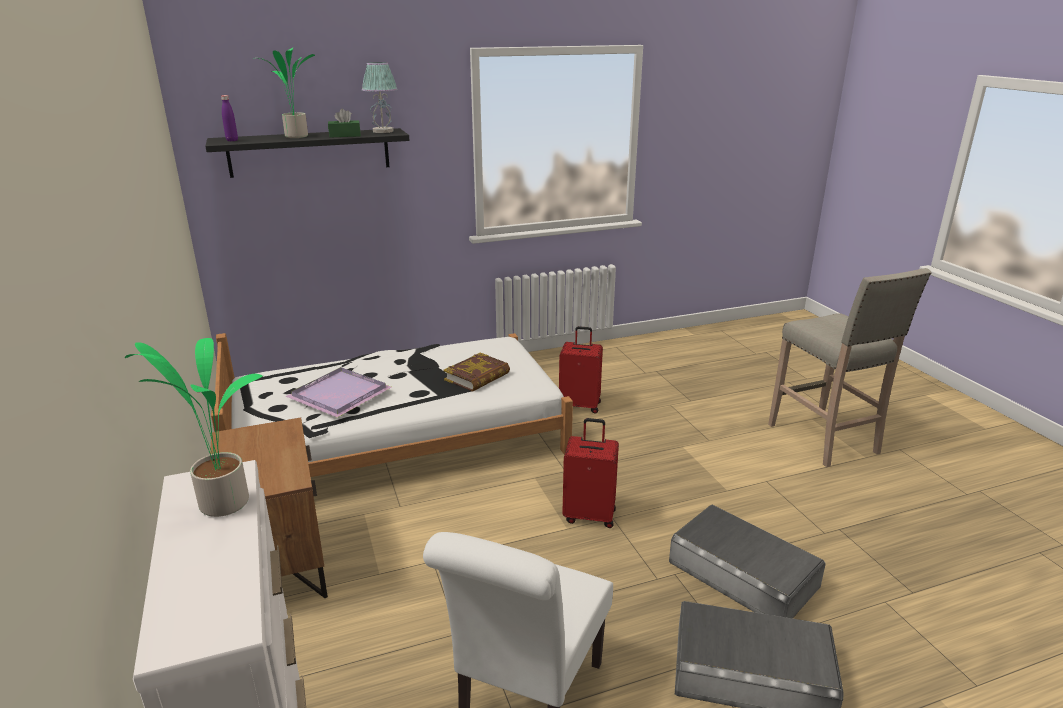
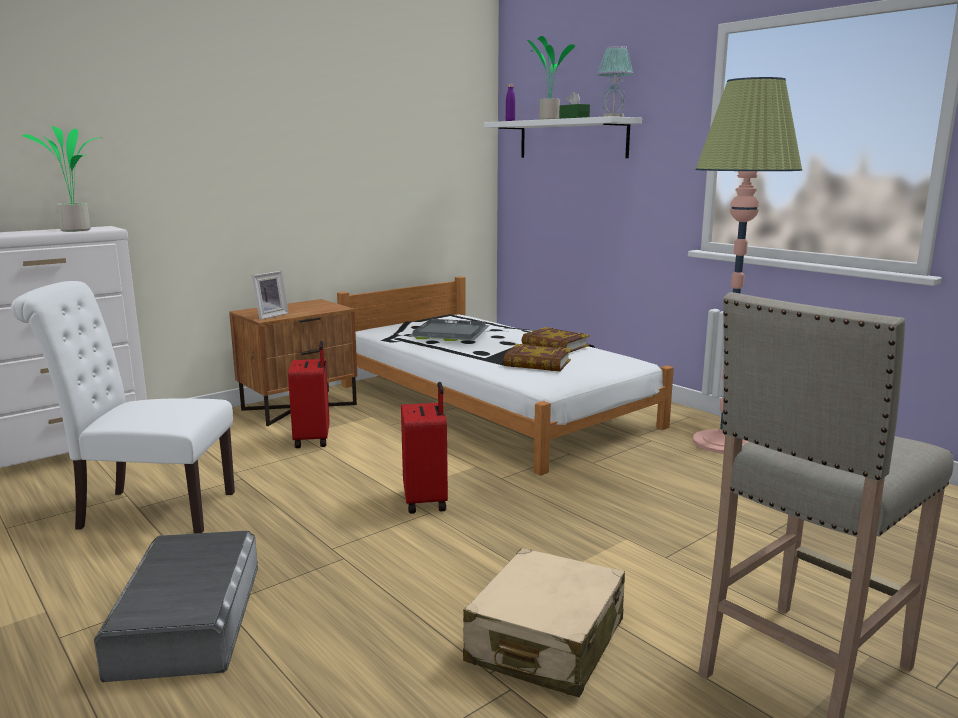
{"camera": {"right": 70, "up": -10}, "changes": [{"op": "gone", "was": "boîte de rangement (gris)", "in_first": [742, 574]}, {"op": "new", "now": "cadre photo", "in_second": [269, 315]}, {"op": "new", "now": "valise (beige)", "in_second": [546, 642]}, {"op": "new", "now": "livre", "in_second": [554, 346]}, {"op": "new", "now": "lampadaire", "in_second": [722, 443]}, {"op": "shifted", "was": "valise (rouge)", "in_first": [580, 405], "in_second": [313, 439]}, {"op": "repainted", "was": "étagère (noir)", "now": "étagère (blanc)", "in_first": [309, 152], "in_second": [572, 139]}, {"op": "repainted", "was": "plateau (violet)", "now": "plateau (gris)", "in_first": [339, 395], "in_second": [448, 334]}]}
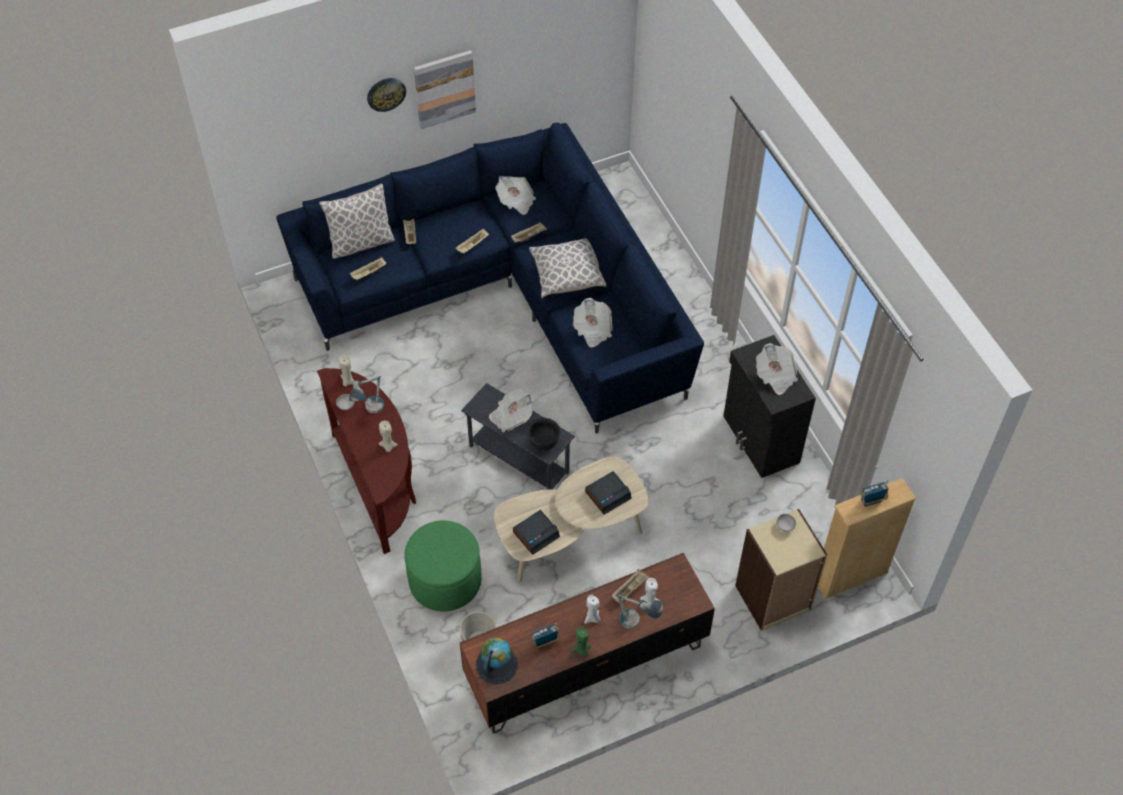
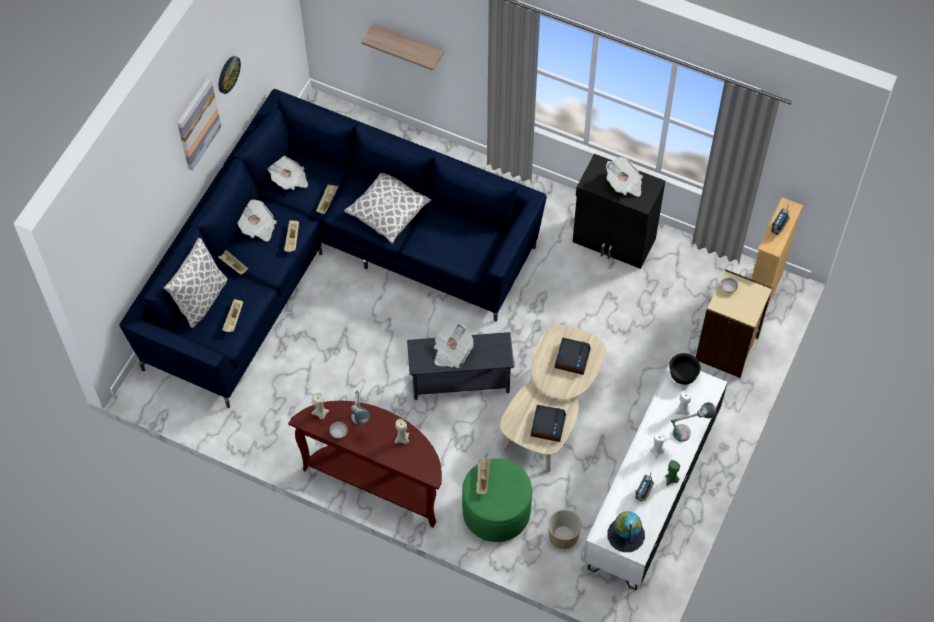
{"camera": {"right": -40, "up": 5}, "changes": [{"op": "new", "now": "étagère", "in_second": [408, 45]}, {"op": "shifted", "was": "horloge murale", "in_first": [386, 94], "in_second": [228, 74]}, {"op": "shifted", "was": "bol (noir)", "in_first": [543, 442], "in_second": [683, 376]}, {"op": "shifted", "was": "journal", "in_first": [592, 330], "in_second": [257, 227]}, {"op": "shifted", "was": "plateau (beige)", "in_first": [629, 589], "in_second": [482, 478]}, {"op": "repainted", "was": "meuble télé (marron)", "now": "meuble télé (blanc)", "in_first": [585, 665], "in_second": [650, 493]}]}
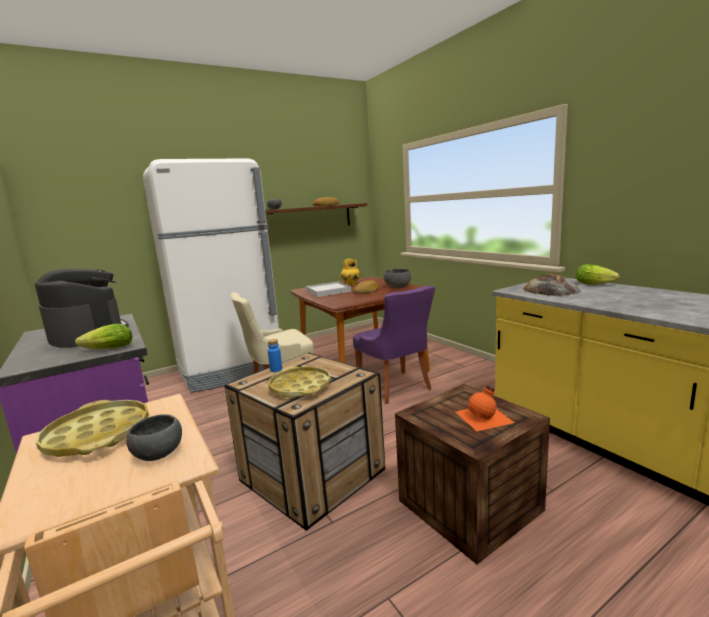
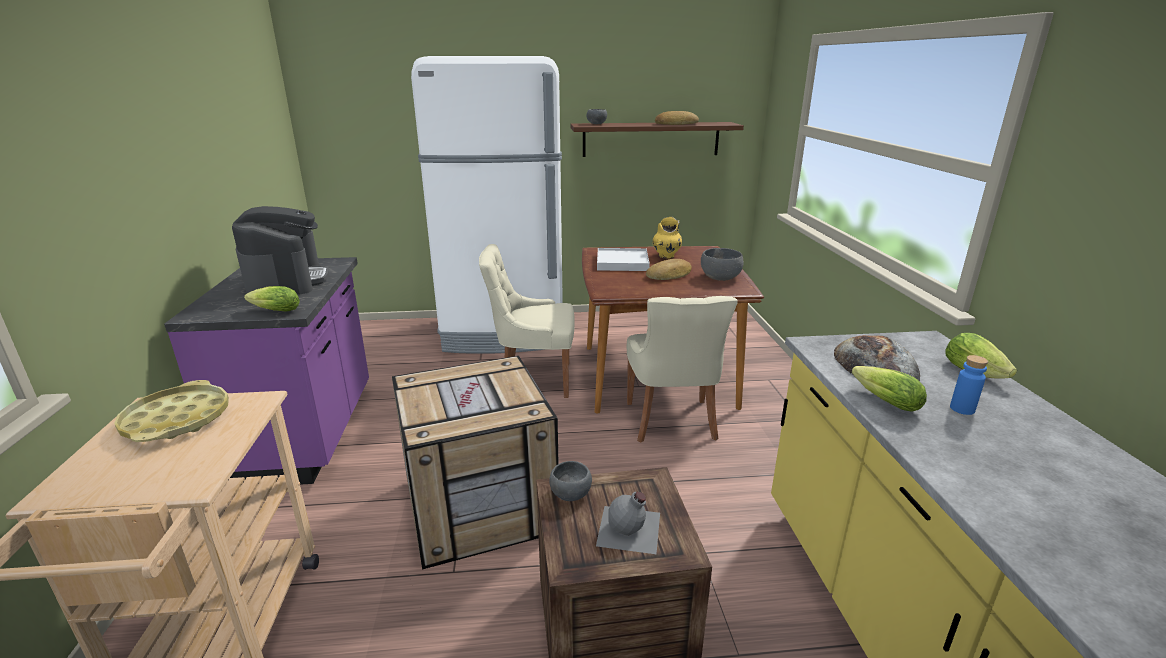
{"camera": {"right": 25, "up": 10}, "changes": [{"op": "gone", "was": "plateau (jaune)", "in_first": [300, 387]}, {"op": "new", "now": "laitue", "in_second": [882, 400]}, {"op": "shifted", "was": "bol (gris)", "in_first": [158, 453], "in_second": [570, 493]}, {"op": "shifted", "was": "bouteille (bleu)", "in_first": [276, 369], "in_second": [962, 409]}, {"op": "repainted", "was": "chaise (violet)", "now": "chaise (beige)", "in_first": [396, 388], "in_second": [672, 422]}, {"op": "repainted", "was": "bouteille (orange)", "now": "bouteille (gris)", "in_first": [484, 417], "in_second": [630, 529]}]}
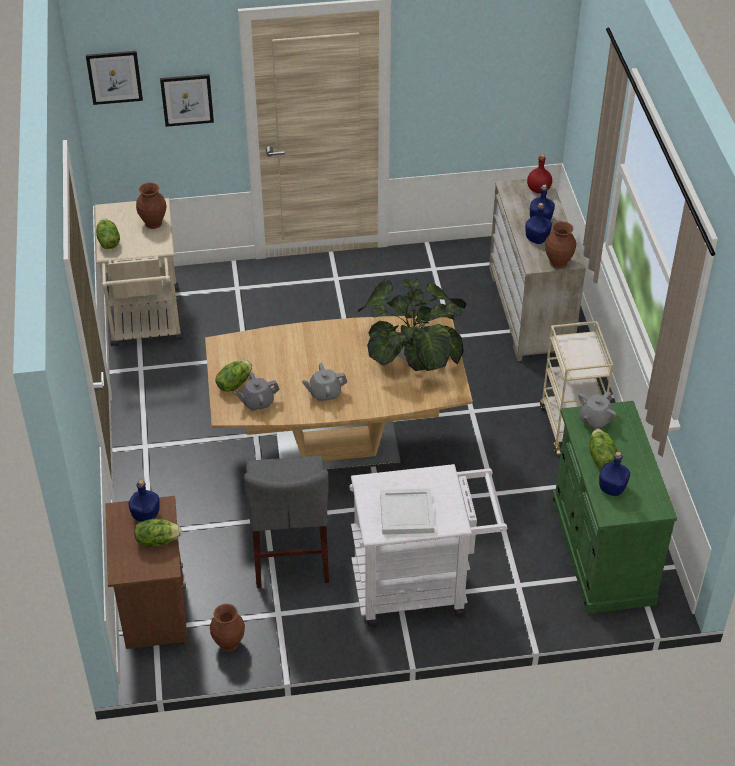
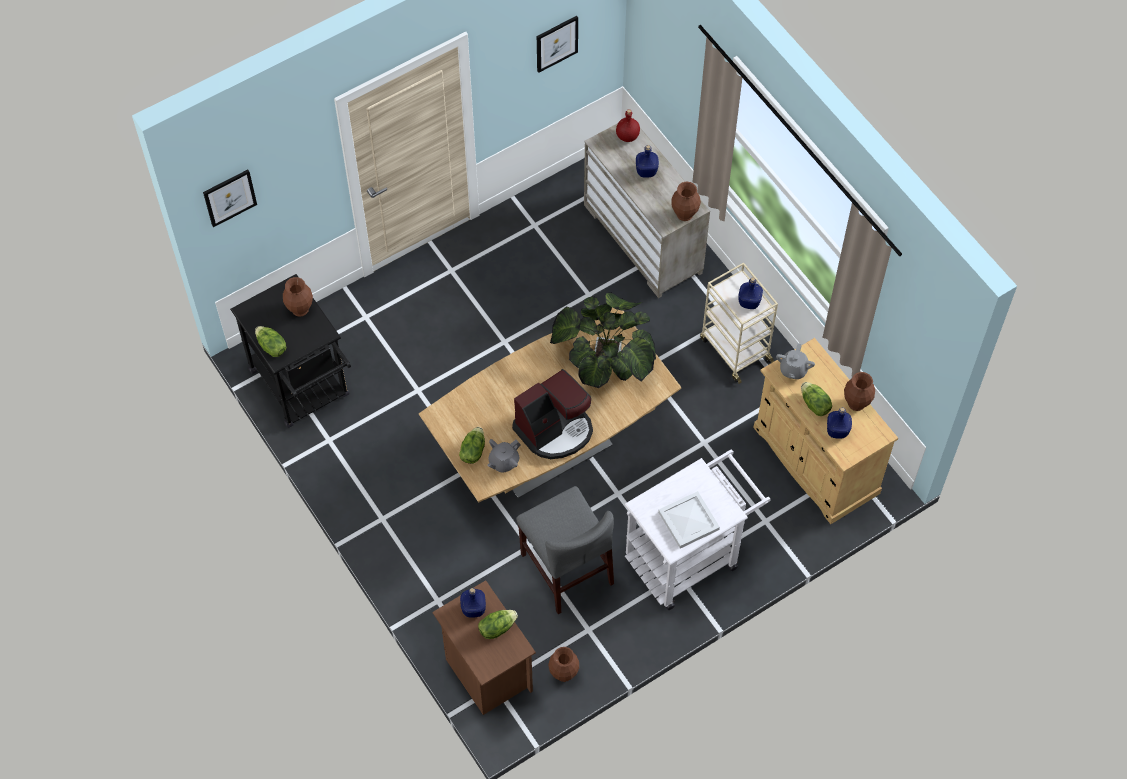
{"camera": {"right": -25, "up": 15}, "changes": [{"op": "new", "now": "vase (marron)", "in_second": [856, 403]}, {"op": "shifted", "was": "tableau", "in_first": [187, 99], "in_second": [556, 43]}, {"op": "shifted", "was": "bouteille (bleu)", "in_first": [537, 239], "in_second": [749, 302]}, {"op": "swapped", "was": "théière (gris)", "now": "machine à café", "in_first": [324, 393], "in_second": [555, 429]}, {"op": "repainted", "was": "chariot (beige)", "now": "chariot (noir)", "in_first": [146, 323], "in_second": [304, 389]}, {"op": "repainted", "was": "meuble de rangement (vert)", "now": "meuble de rangement (beige)", "in_first": [601, 550], "in_second": [815, 460]}]}
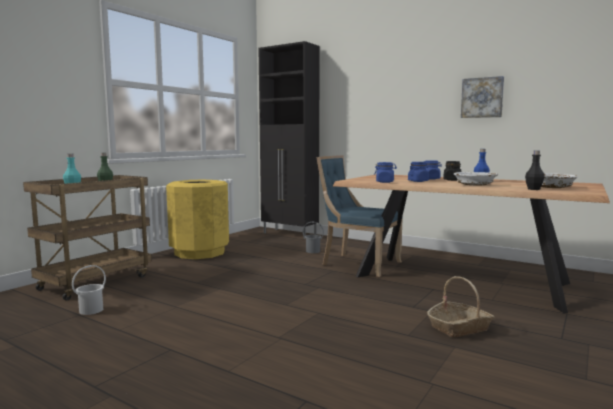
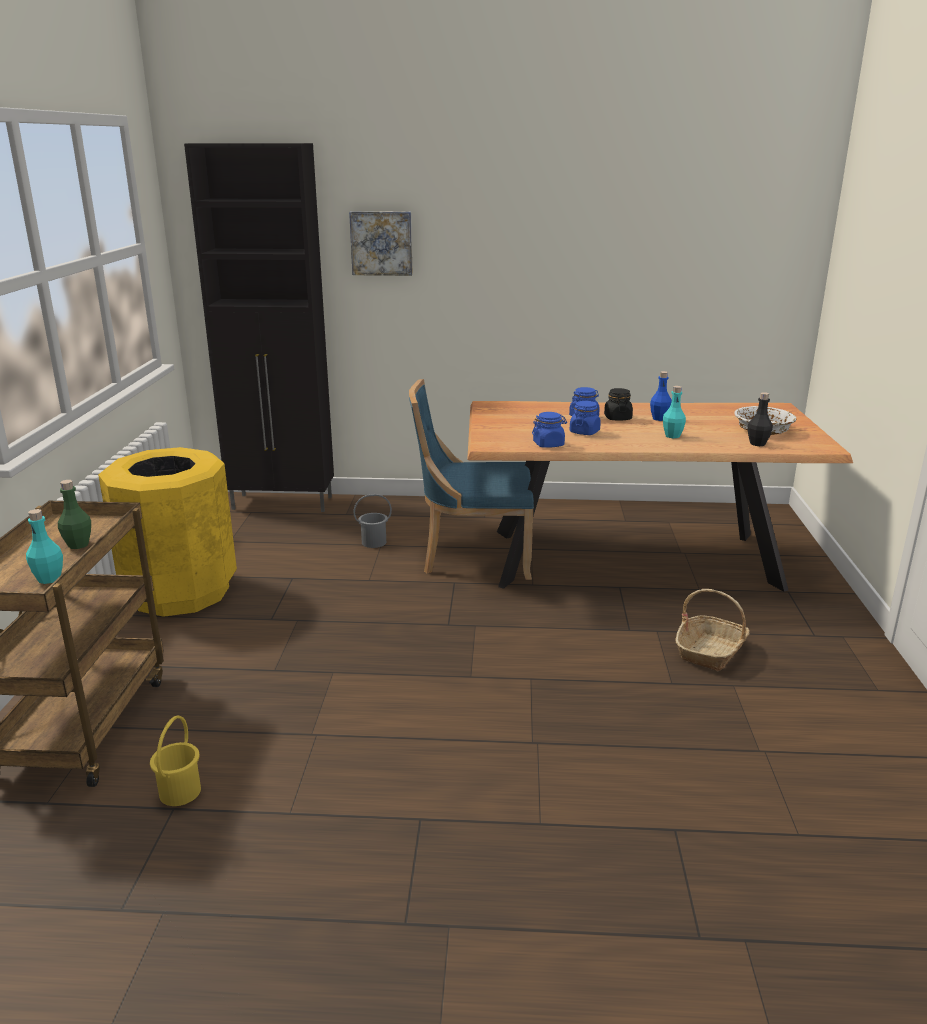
{"camera": {"right": -30, "up": 15}, "changes": [{"op": "shifted", "was": "tableau", "in_first": [482, 97], "in_second": [381, 243]}, {"op": "swapped", "was": "bol (blanc)", "now": "bouteille (turquoise)", "in_first": [474, 184], "in_second": [672, 436]}, {"op": "repainted", "was": "seau (blanc)", "now": "seau (jaune)", "in_first": [91, 310], "in_second": [179, 792]}]}
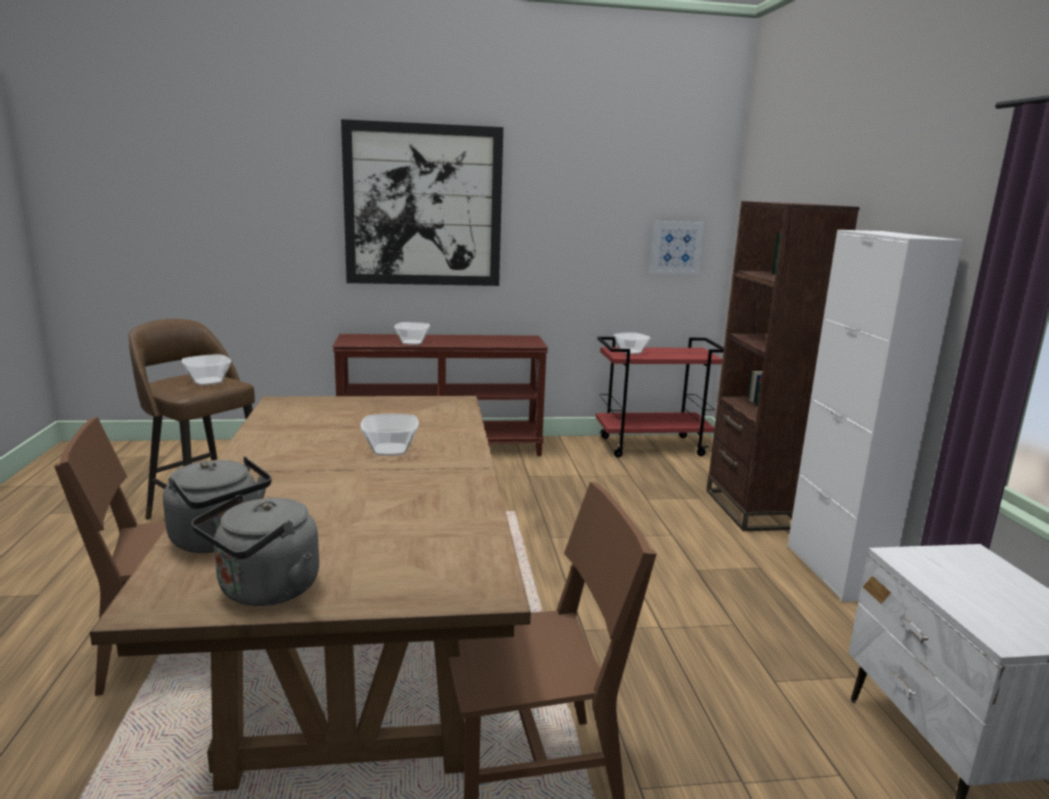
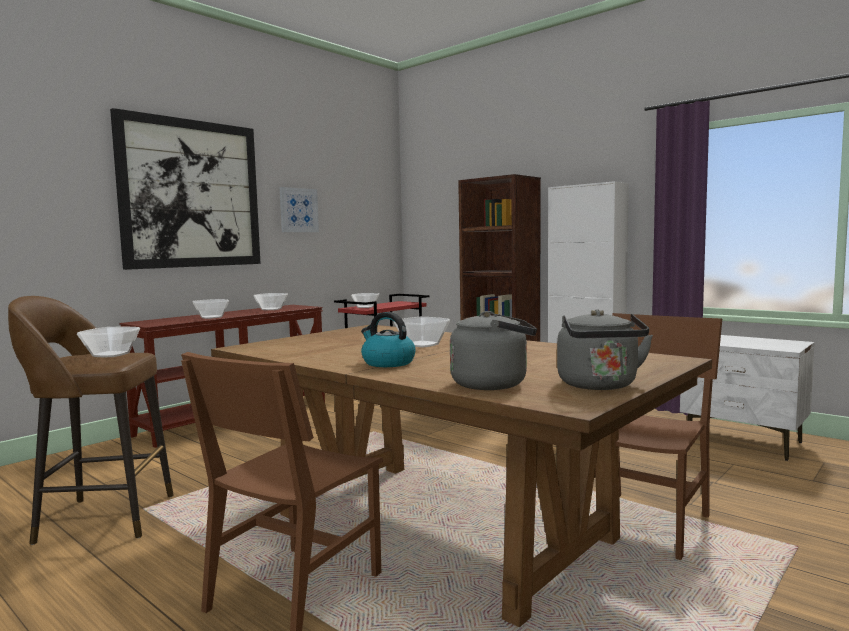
{"camera": {"right": -40, "up": -10}, "changes": [{"op": "new", "now": "bol", "in_second": [271, 309]}, {"op": "new", "now": "bouilloire", "in_second": [387, 363]}, {"op": "shifted", "was": "tableau", "in_first": [676, 247], "in_second": [298, 210]}]}
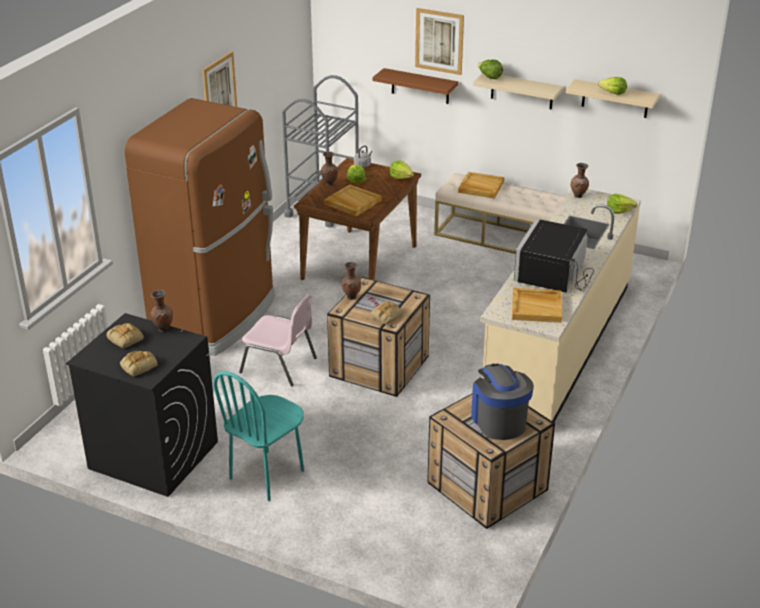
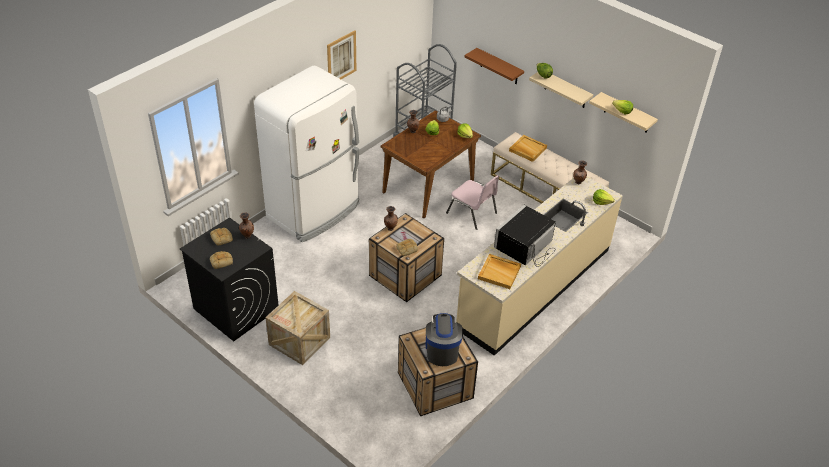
{"camera": {"right": 15, "up": 10}, "changes": [{"op": "gone", "was": "plateau (beige)", "in_first": [352, 202]}, {"op": "gone", "was": "tableau", "in_first": [439, 41]}, {"op": "shifted", "was": "chaise (rose)", "in_first": [279, 365], "in_second": [472, 213]}, {"op": "swapped", "was": "chaise (turquoise)", "now": "caisse", "in_first": [267, 475], "in_second": [299, 341]}, {"op": "repainted", "was": "réfrigérateur (marron)", "now": "réfrigérateur (blanc)", "in_first": [216, 317], "in_second": [314, 211]}]}
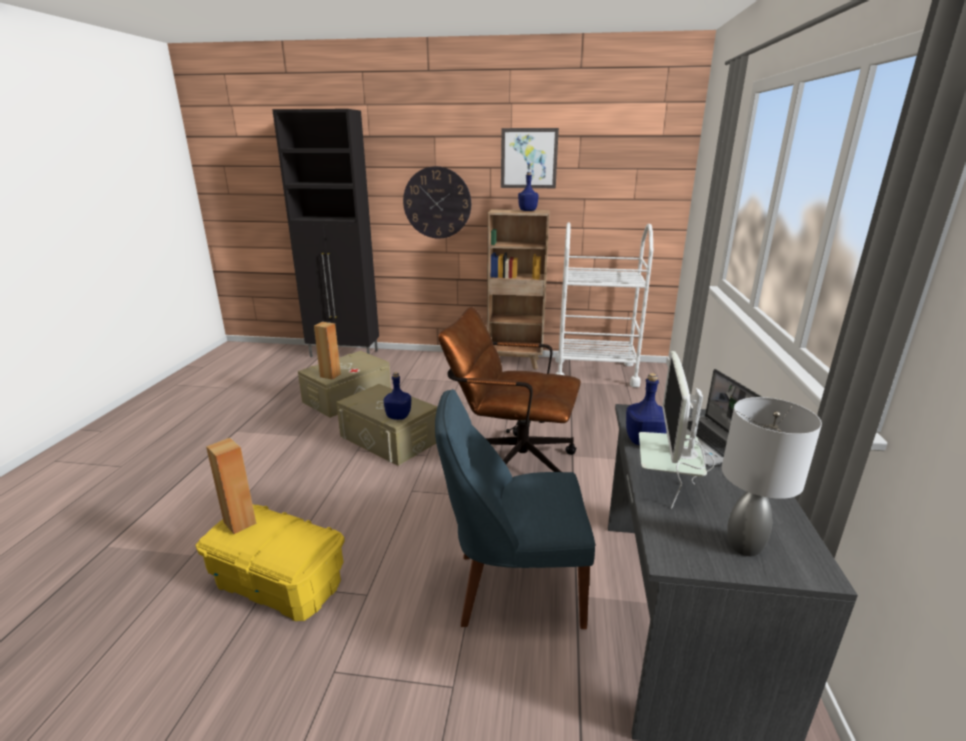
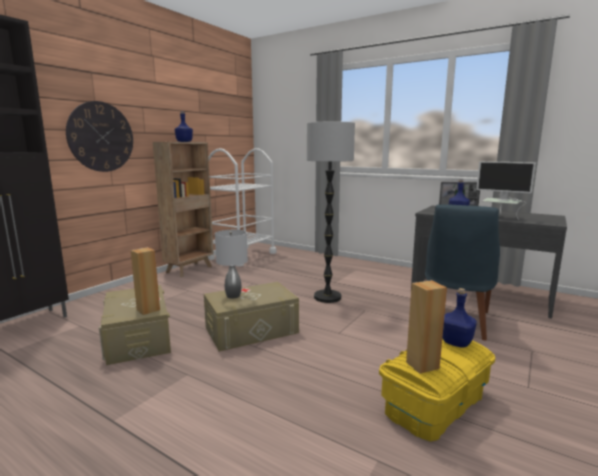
{"camera": {"right": -65, "up": -10}, "changes": [{"op": "gone", "was": "tableau", "in_first": [529, 158]}, {"op": "shifted", "was": "bouteille (bleu)", "in_first": [399, 416], "in_second": [456, 342]}, {"op": "shifted", "was": "lampe de table (gris)", "in_first": [745, 545], "in_second": [233, 295]}, {"op": "swapped", "was": "chaise de bureau (marron)", "now": "lampadaire", "in_first": [511, 461], "in_second": [327, 297]}]}
